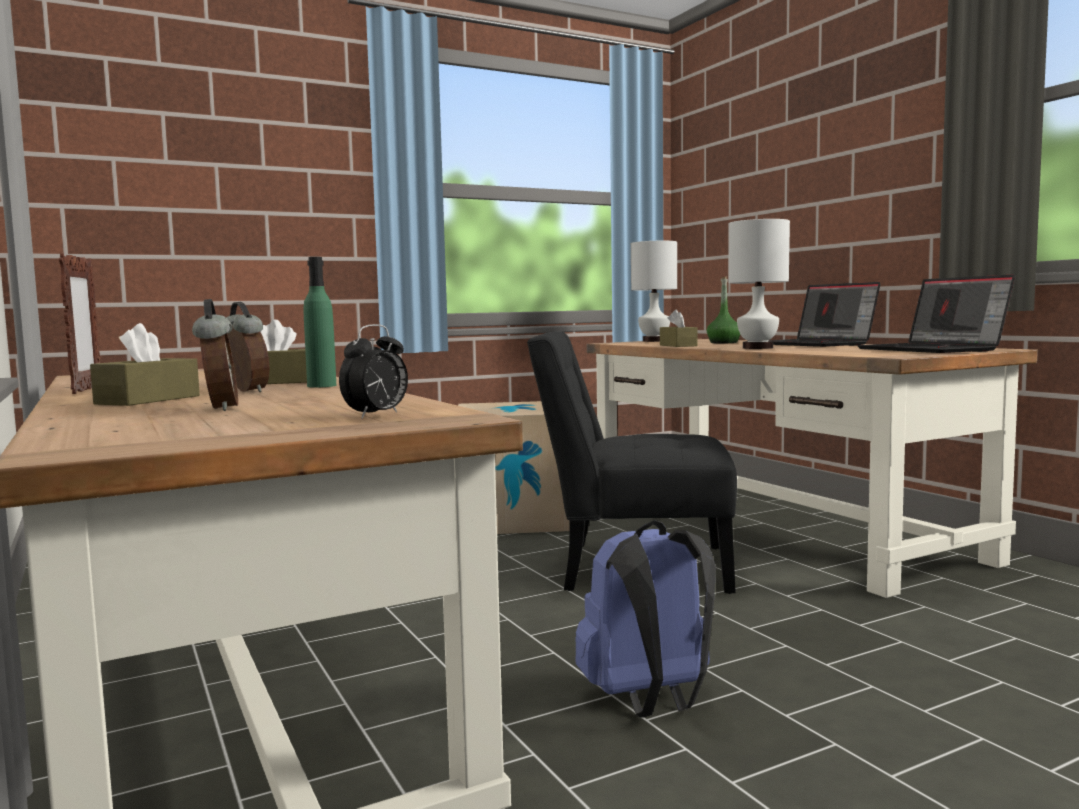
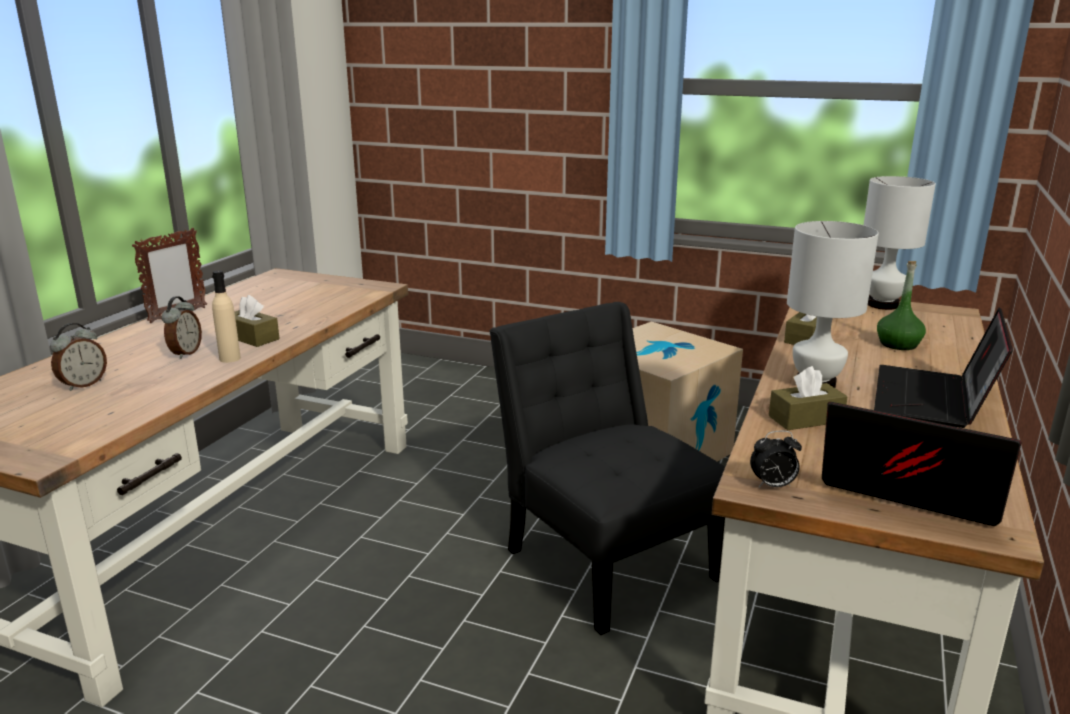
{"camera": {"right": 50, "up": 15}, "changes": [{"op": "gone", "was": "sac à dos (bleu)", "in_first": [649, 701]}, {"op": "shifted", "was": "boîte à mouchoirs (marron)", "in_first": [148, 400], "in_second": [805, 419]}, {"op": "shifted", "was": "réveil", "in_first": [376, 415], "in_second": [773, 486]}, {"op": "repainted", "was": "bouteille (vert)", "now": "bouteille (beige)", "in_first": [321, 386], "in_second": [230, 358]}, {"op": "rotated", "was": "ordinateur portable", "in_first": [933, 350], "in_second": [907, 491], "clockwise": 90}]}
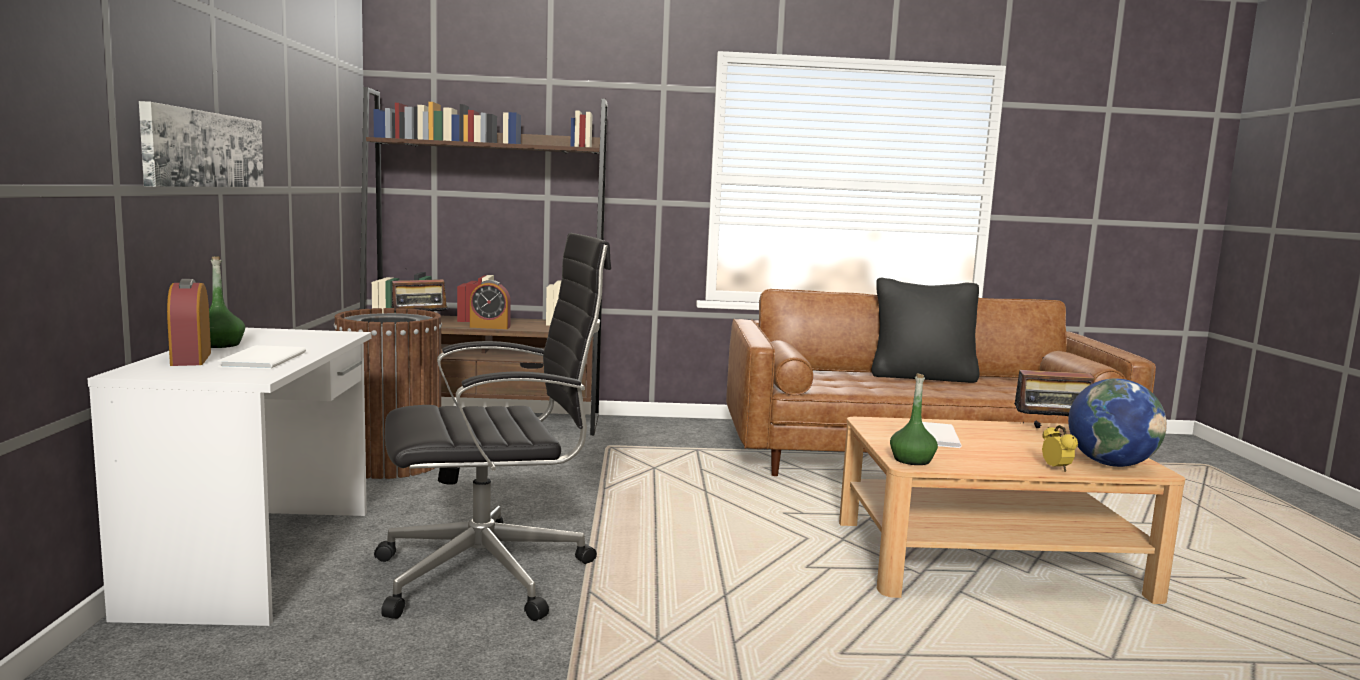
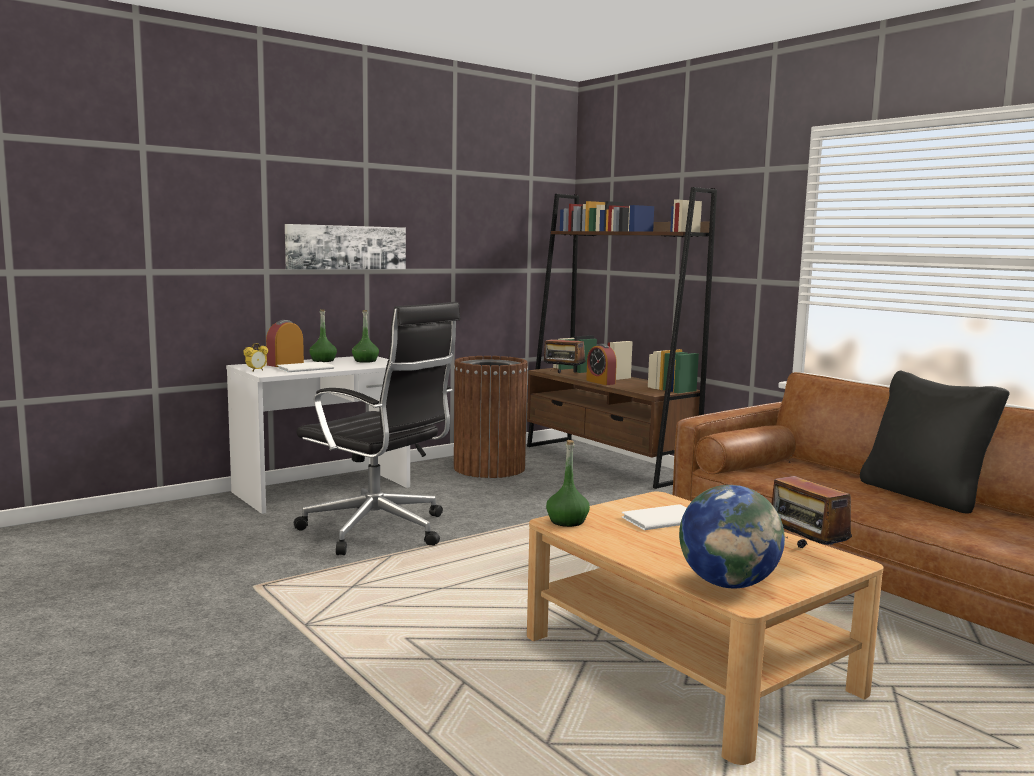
{"camera": {"right": 55, "up": 0}, "changes": [{"op": "new", "now": "bouteille (vert)", "in_second": [365, 361]}, {"op": "shifted", "was": "réveil", "in_first": [1056, 469], "in_second": [256, 371]}]}
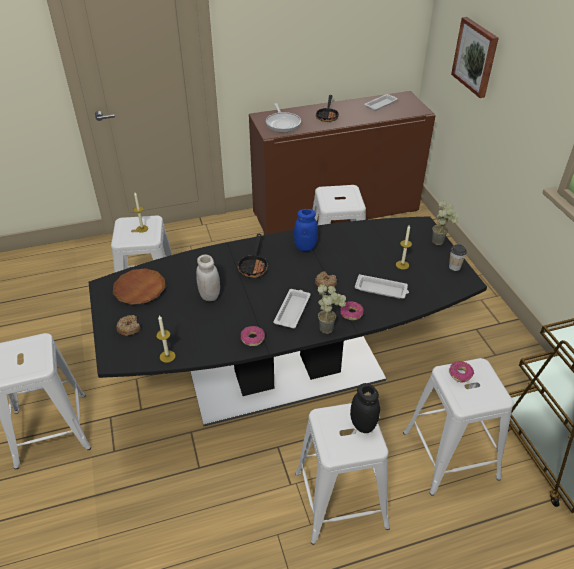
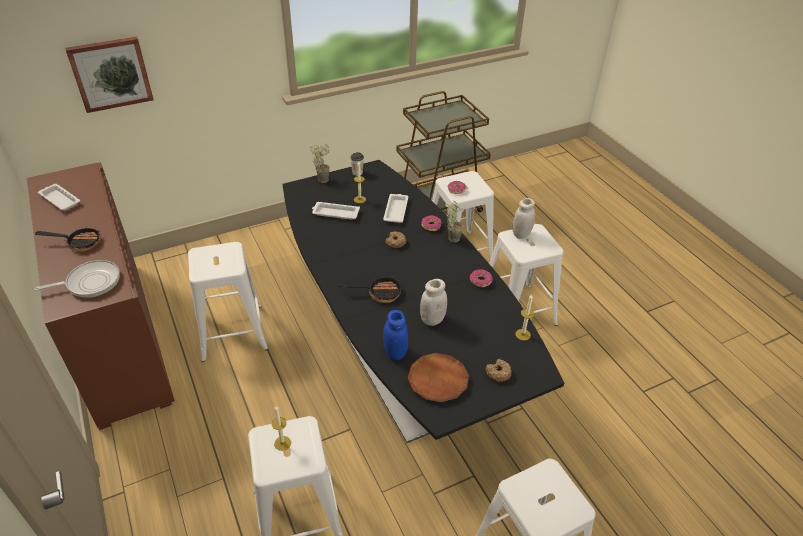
{"camera": {"right": -100, "up": 0}, "changes": [{"op": "shifted", "was": "plateau (blanc)", "in_first": [292, 310], "in_second": [335, 213]}, {"op": "shifted", "was": "bocal (bleu)", "in_first": [305, 247], "in_second": [395, 352]}, {"op": "repainted", "was": "bocal (noir)", "now": "bocal (blanc)", "in_first": [363, 424], "in_second": [521, 234]}]}
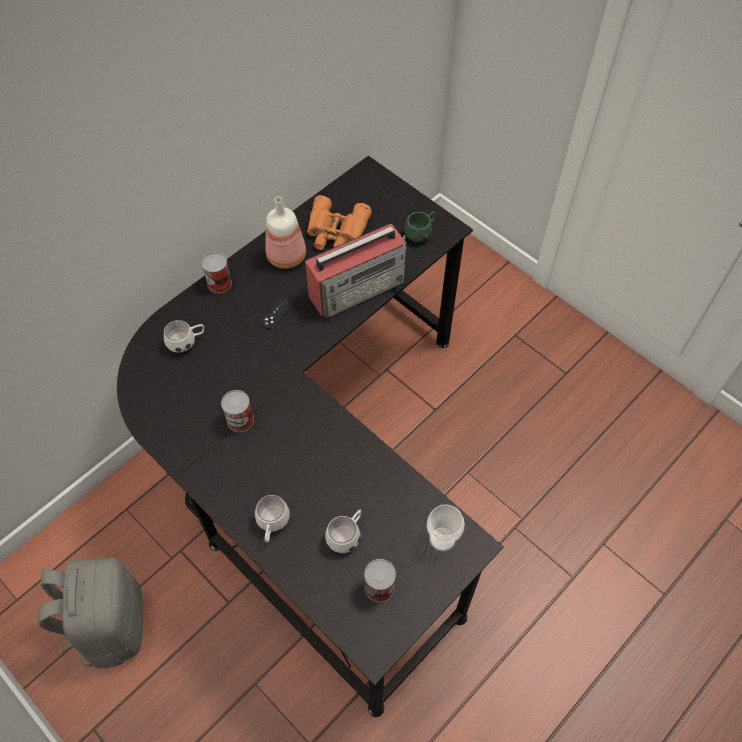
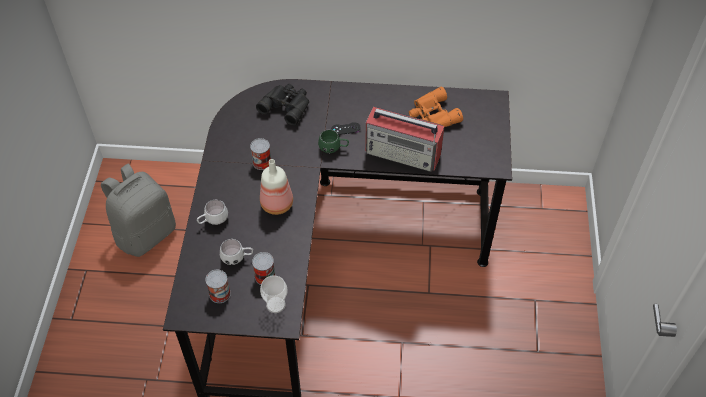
{"camera": {"right": 50, "up": -5}, "changes": [{"op": "shifted", "was": "boîte métallique", "in_first": [219, 283], "in_second": [265, 276]}, {"op": "shifted", "was": "bouteille", "in_first": [287, 256], "in_second": [278, 204]}, {"op": "shifted", "was": "mug (vert)", "in_first": [421, 233], "in_second": [333, 148]}, {"op": "swapped", "was": "mug (blanc)", "now": "jumelles (noir)", "in_first": [187, 342], "in_second": [286, 105]}]}
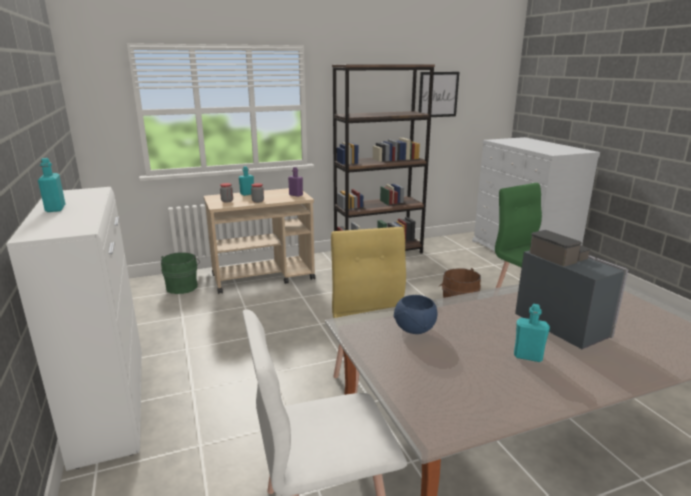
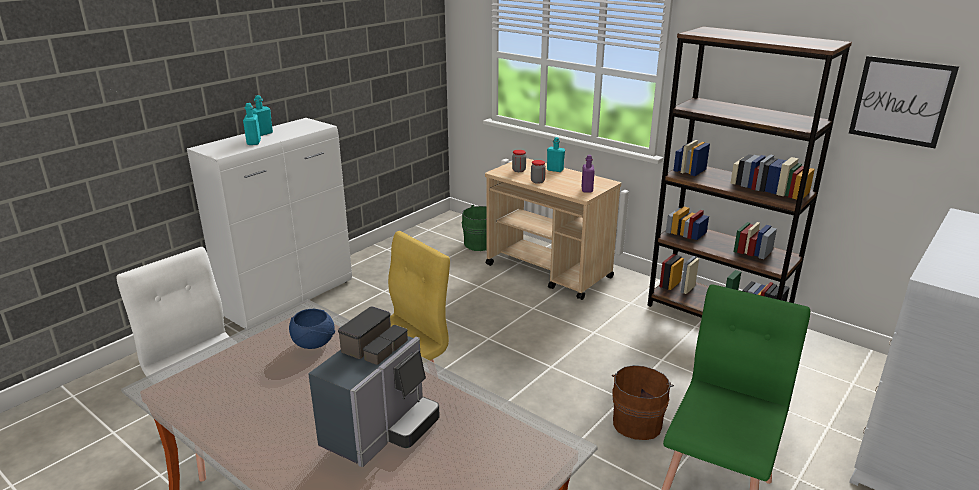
{"camera": {"right": 60, "up": 5}, "changes": [{"op": "shifted", "was": "bouteille (turquoise)", "in_first": [528, 356], "in_second": [254, 142]}]}
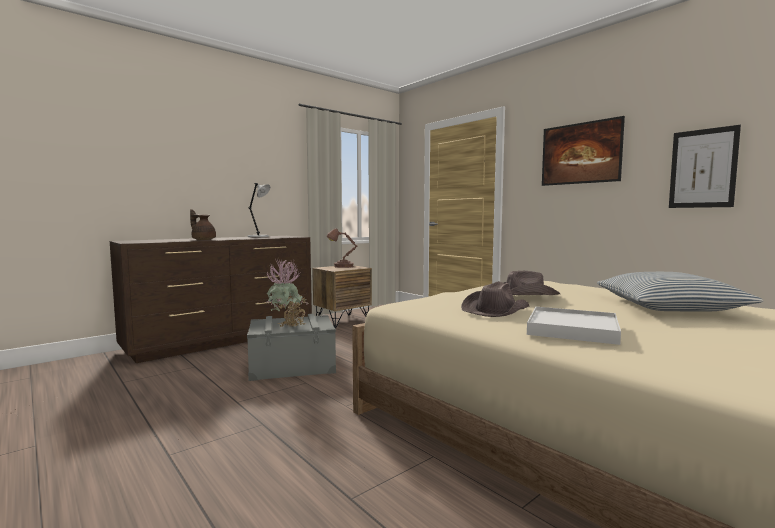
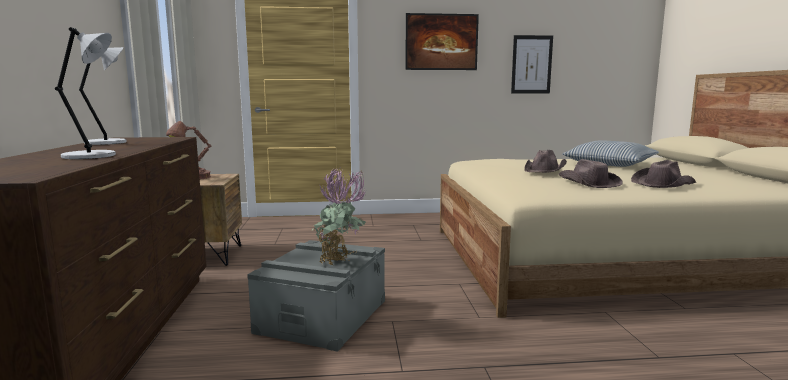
{"camera": {"right": -55, "up": 5}, "changes": [{"op": "swapped", "was": "théière (marron)", "now": "lampe de table (gris)", "in_first": [203, 239], "in_second": [92, 156]}, {"op": "swapped", "was": "plateau (blanc)", "now": "chapeau (marron)", "in_first": [572, 329], "in_second": [662, 184]}]}
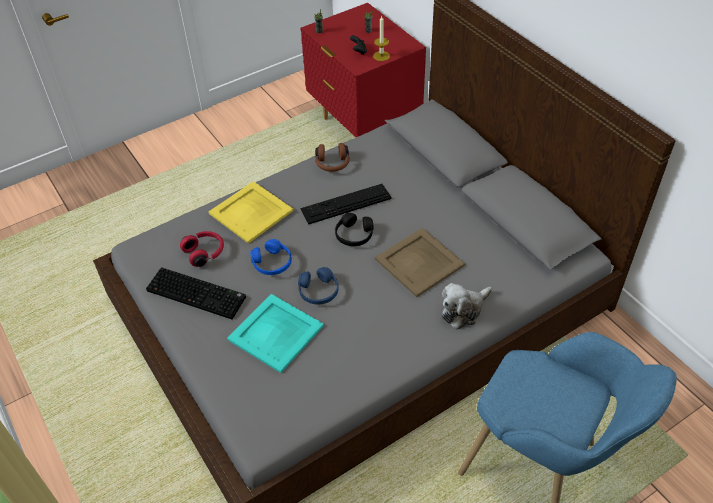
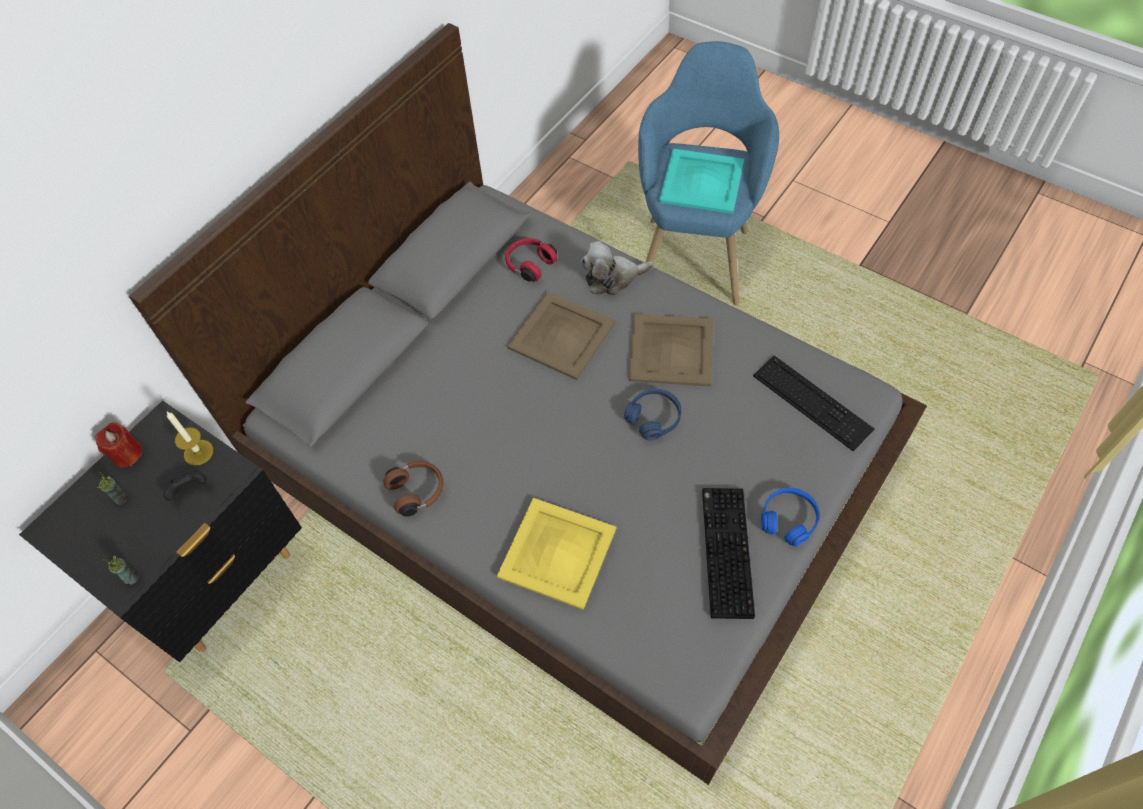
{"camera": {"right": -110, "up": 10}, "changes": [{"op": "gone", "was": "casque audio (noir)", "in_first": [354, 235]}, {"op": "new", "now": "bougie (rouge)", "in_second": [127, 454]}, {"op": "new", "now": "plateau (beige)", "in_second": [670, 349]}, {"op": "shifted", "was": "casque audio (rouge)", "in_first": [205, 253], "in_second": [529, 264]}, {"op": "shifted", "was": "plateau (turquoise)", "in_first": [275, 333], "in_second": [702, 182]}, {"op": "shifted", "was": "casque audio (bleu)", "in_first": [272, 263], "in_second": [788, 519]}, {"op": "shifted", "was": "clavier", "in_first": [346, 203], "in_second": [812, 402]}, {"op": "repainted", "was": "table de chevet (rouge)", "now": "table de chevet (noir)", "in_first": [364, 128], "in_second": [218, 579]}, {"op": "rotated", "was": "peluche", "in_first": [464, 310], "in_second": [613, 278], "clockwise": 135}]}
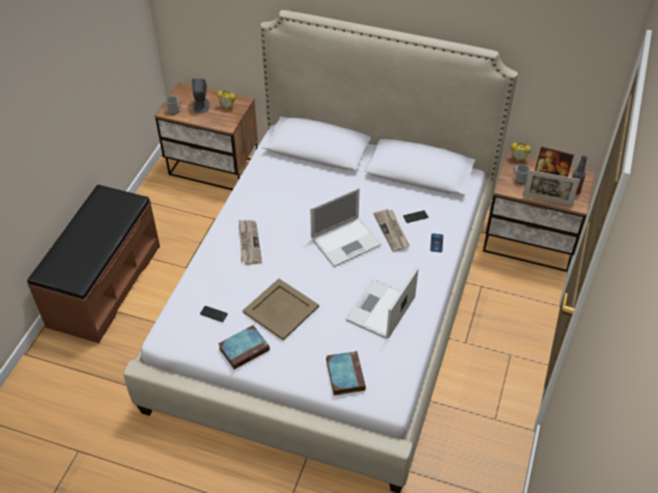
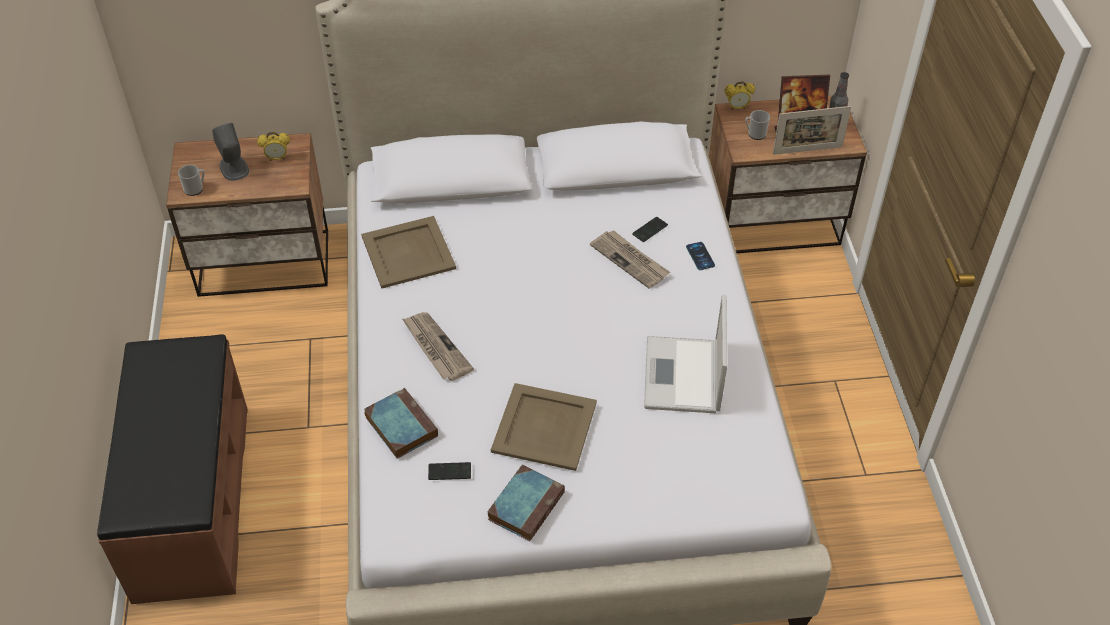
{"camera": {"right": -25, "up": 0}, "changes": [{"op": "gone", "was": "ordinateur portable", "in_first": [346, 241]}, {"op": "new", "now": "plateau (beige)", "in_second": [407, 252]}, {"op": "shifted", "was": "livre", "in_first": [344, 374], "in_second": [400, 426]}]}
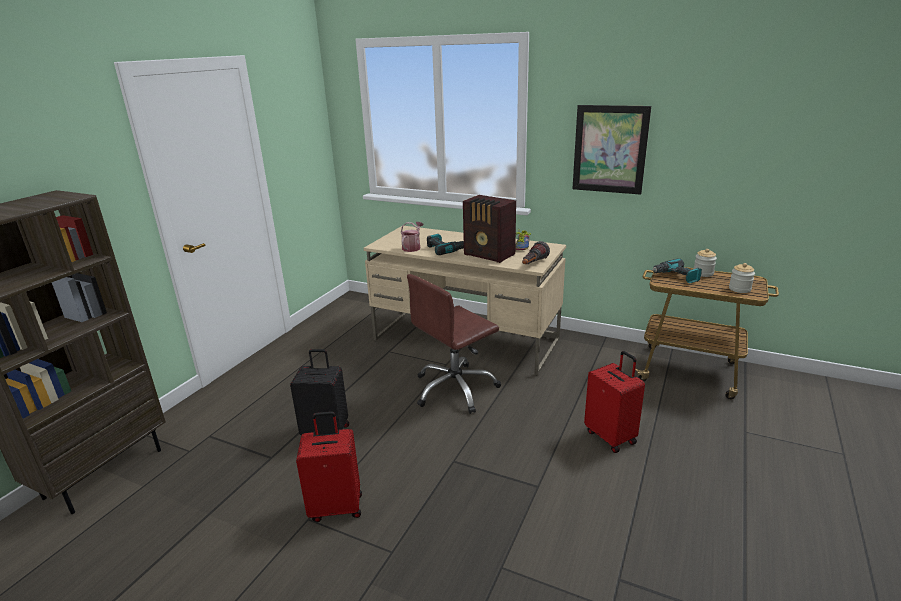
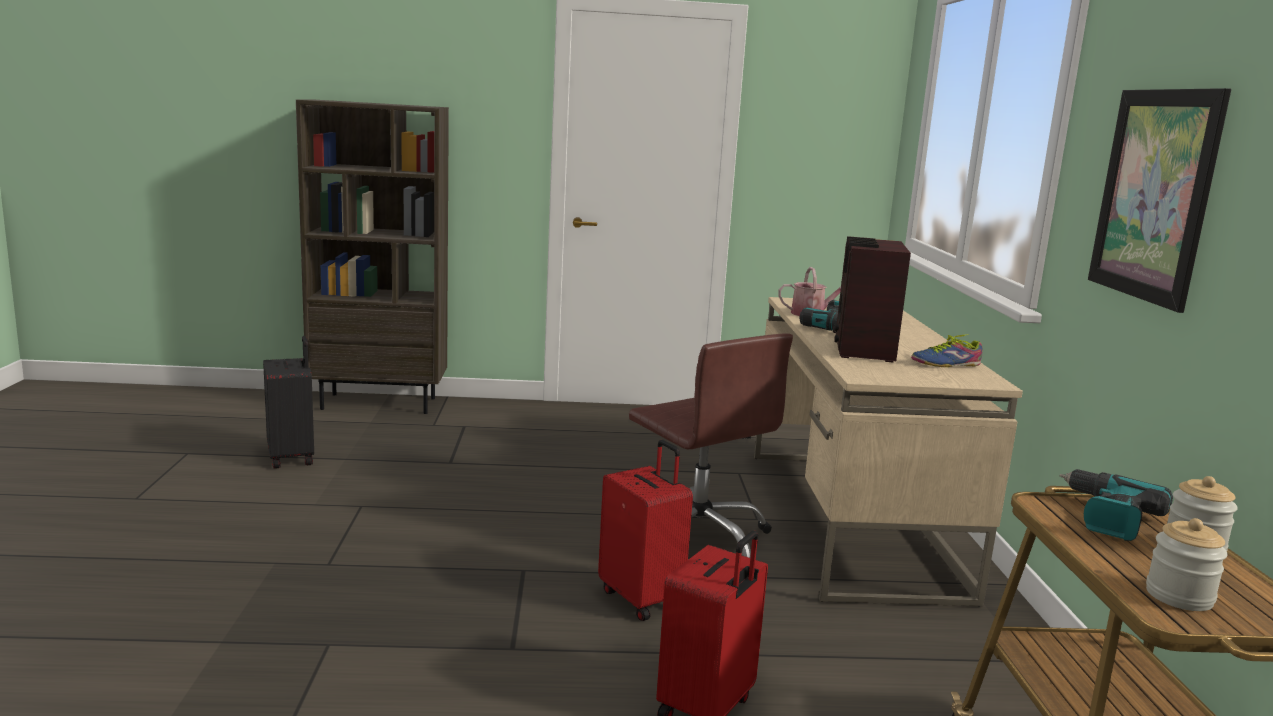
{"camera": {"right": 60, "up": -10}, "changes": [{"op": "gone", "was": "lampe de poche", "in_first": [533, 264]}, {"op": "shifted", "was": "valise (noir)", "in_first": [326, 431], "in_second": [292, 457]}, {"op": "shifted", "was": "valise (rouge)", "in_first": [336, 507], "in_second": [642, 598]}, {"op": "rotated", "was": "chaise de bureau (marron)", "in_first": [455, 389], "in_second": [698, 538], "clockwise": -150}]}
